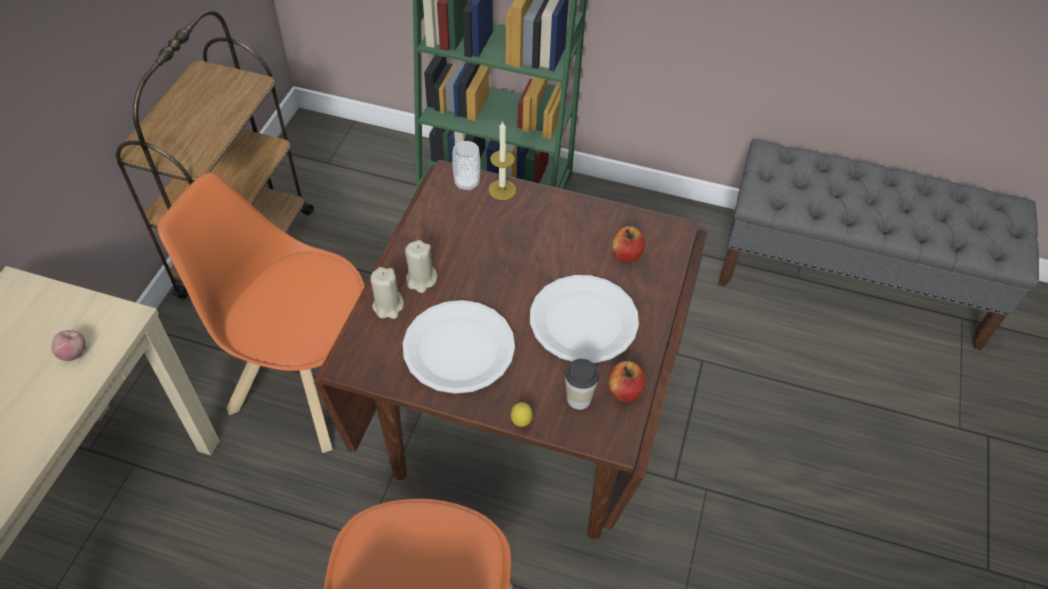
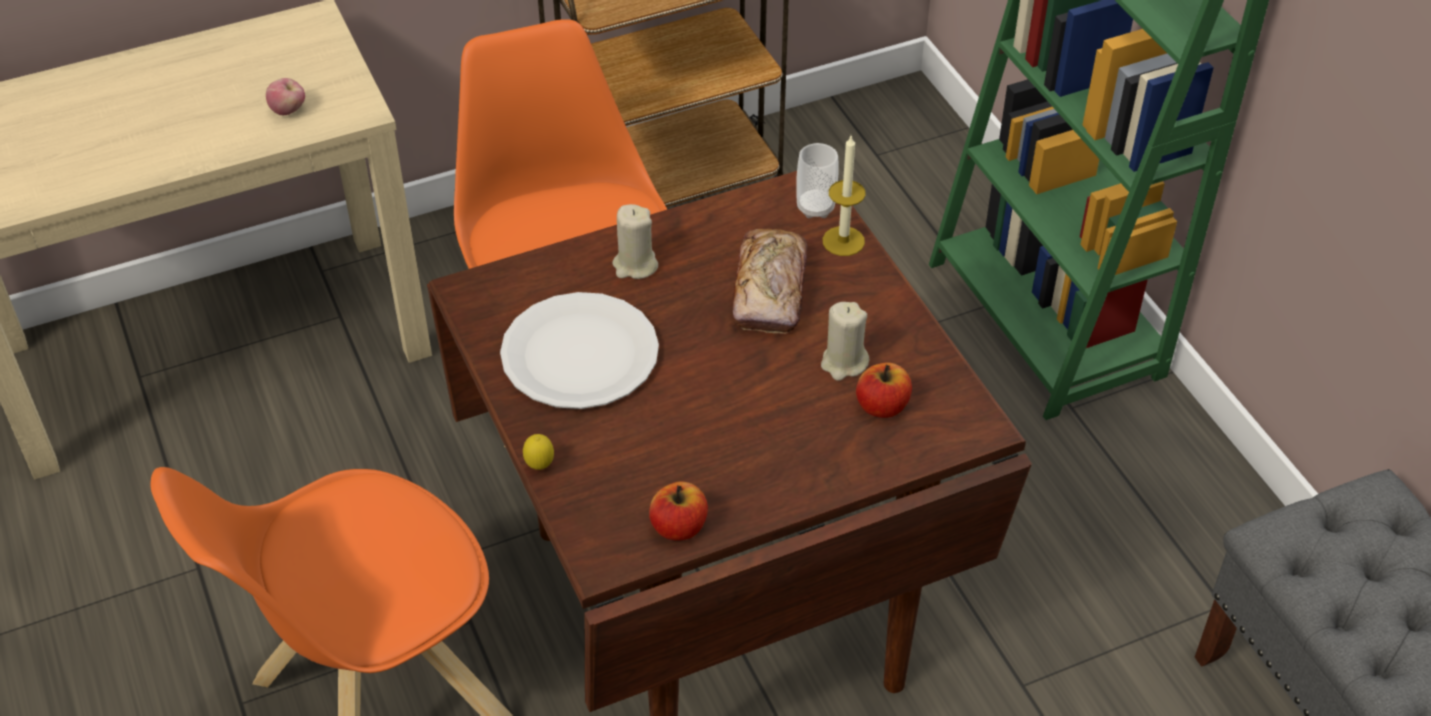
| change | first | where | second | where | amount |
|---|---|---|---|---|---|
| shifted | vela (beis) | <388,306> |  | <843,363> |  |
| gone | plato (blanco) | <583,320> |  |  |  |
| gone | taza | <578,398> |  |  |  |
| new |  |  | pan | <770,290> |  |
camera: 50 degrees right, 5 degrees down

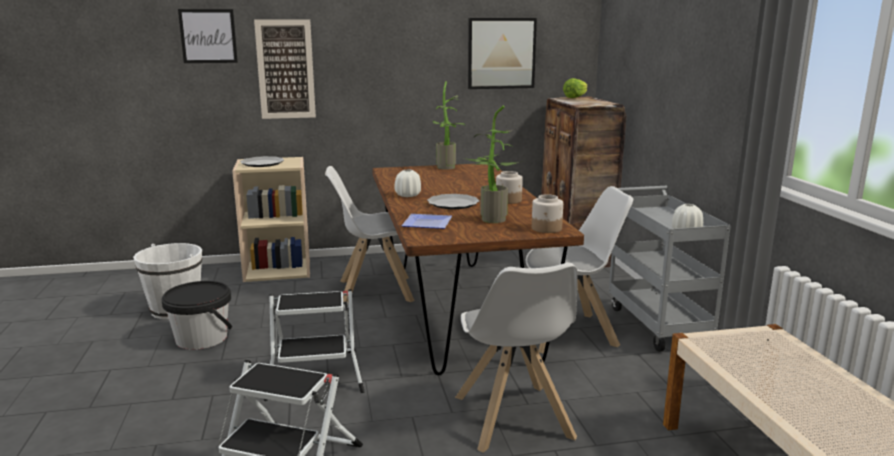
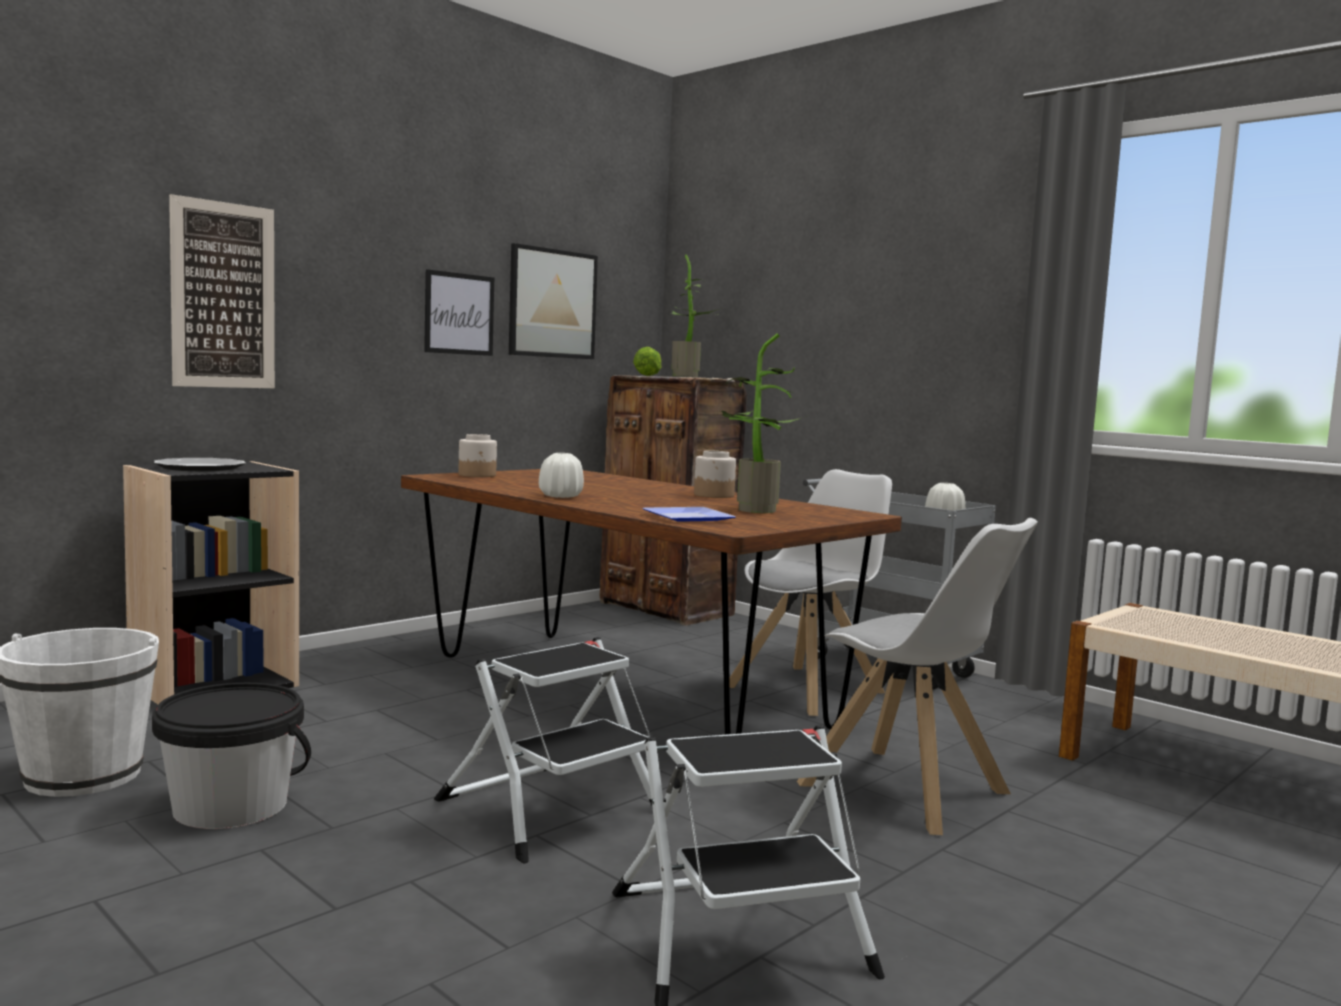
| change | first | where | second | where | amount |
|---|---|---|---|---|---|
| shifted | cuadro | <208,36> |  | <459,314> |  |
| shifted | planta en maceta | <448,167> |  | <689,376> |  |
| repainted | estantería (beis) | <278,270> | estantería (negro) | <215,684> |  |
| gone | silla | <372,291> |  |  |  |
| gone | plato | <453,203> |  |  |  |
| shifted | tarro | <546,228> |  | <477,475> |  |
camera: 35 degrees left, 10 degrees down

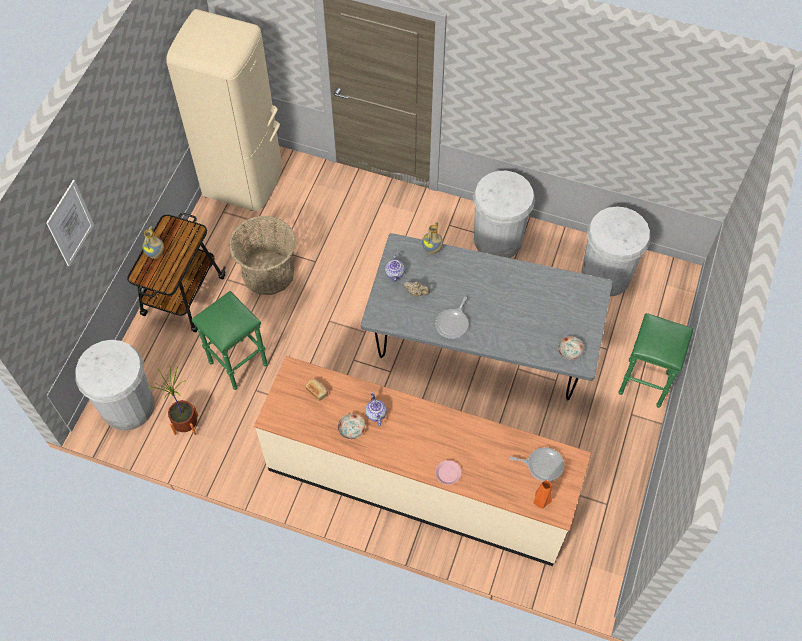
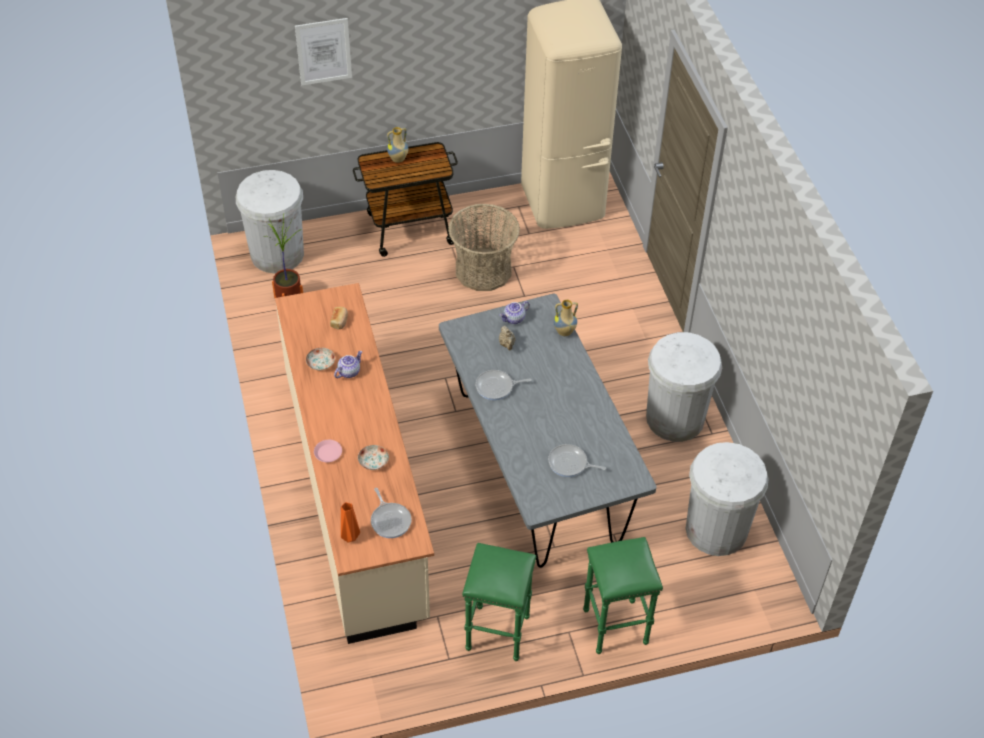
| change | first | where | second | where | amount |
|---|---|---|---|---|---|
| shifted | taburete (verde) | <237,363> |  | <496,631> |  |
| shifted | plato | <570,351> |  | <373,462> |  |
| new |  |  | sartén | <570,463> |  |
camera: 55 degrees right, 10 degrees down

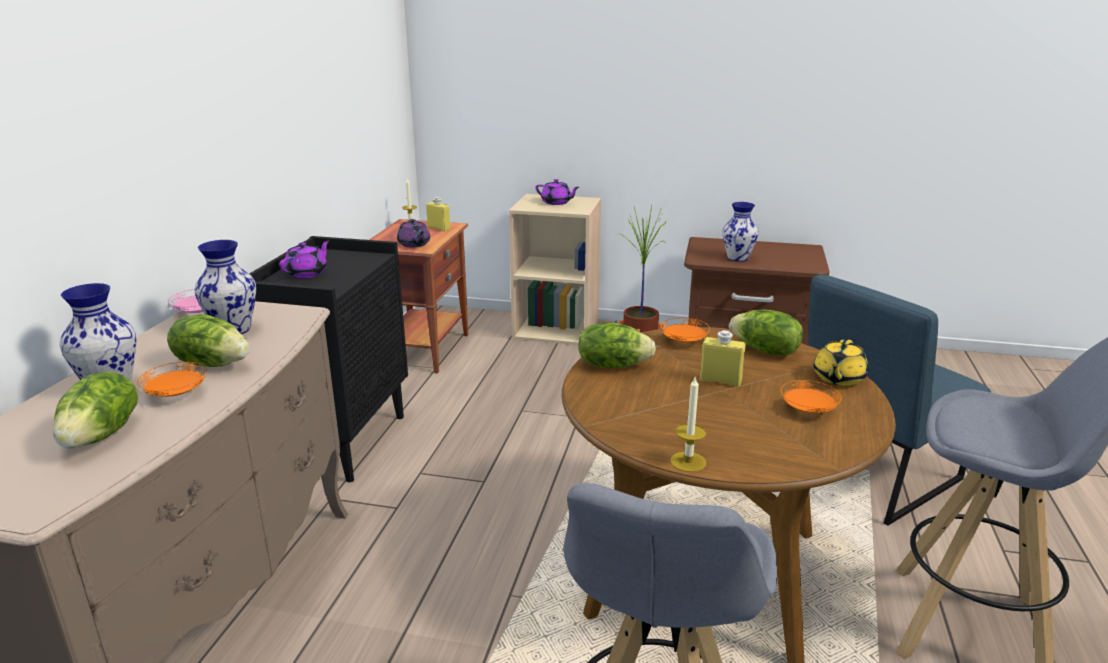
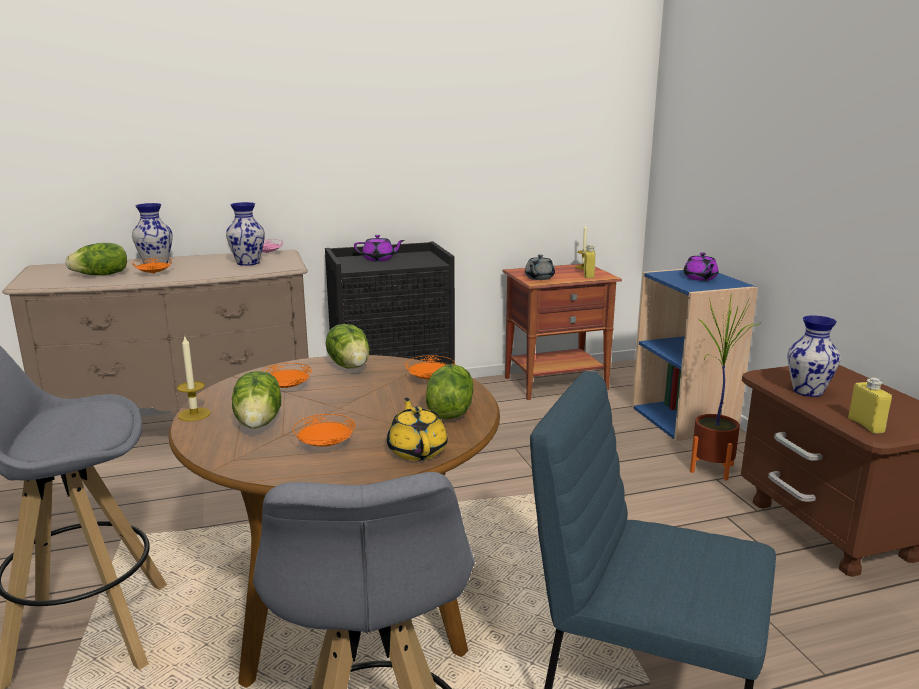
| change | first | where | second | where | amount |
|---|---|---|---|---|---|
| repainted | estantería (beis) | <557,329> | estantería (azul) | <685,419> |  |
| repainted | tetera (morado) | <414,244> | tetera (gris) | <539,278> |  |
| shifted | lechuga | <212,363> |  | <259,422> |  |
| shifted | botella (amarillo) | <720,381> |  | <866,425> |  |
| rotated | tetera (amarillo) | <838,378> |  | <417,450> | 75 degrees clockwise |
| new |  |  | plato (naranja) | <286,388> |  |
camera: 60 degrees right, 5 degrees down

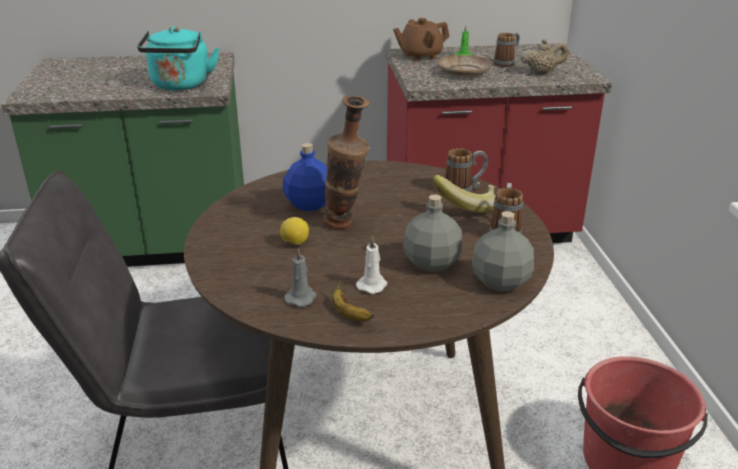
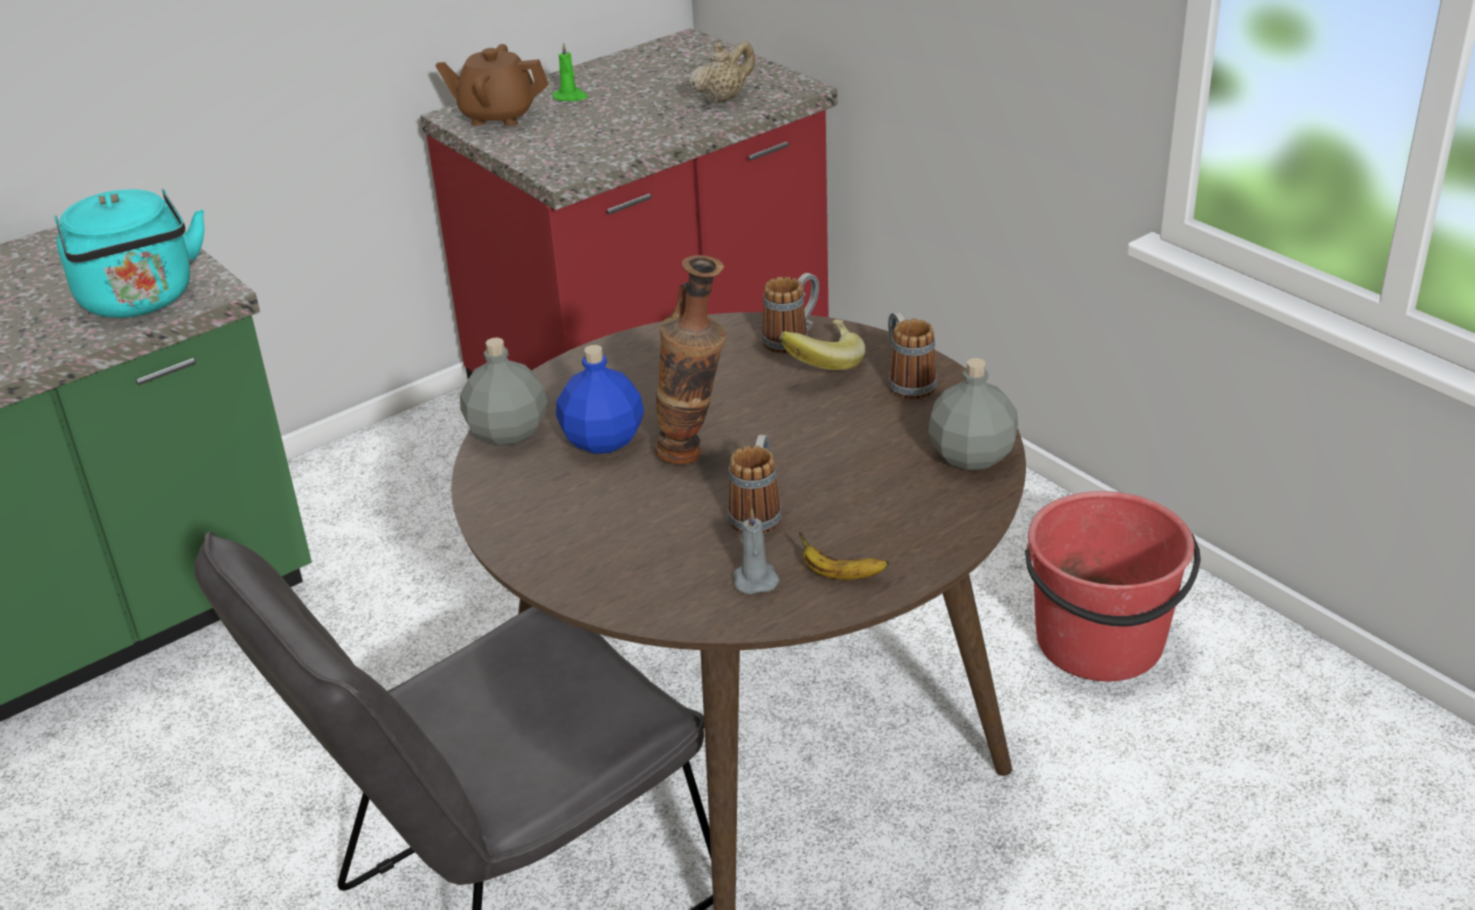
| change | first | where | second | where | amount |
|---|---|---|---|---|---|
| rotated | tetera (marrón) | <420,56> |  | <497,116> | 60 degrees clockwise |
| shifted | taza grande | <506,63> |  | <758,513> |  |
| gone | plato (beis) | <464,73> |  |  |  |
| shifted | botella (gris) | <432,263> |  | <508,432> |  |
| gone | limón | <295,243> |  |  |  |
| gone | vela (blanco) | <372,285> |  |  |  |
camera: 30 degrees left, 5 degrees up

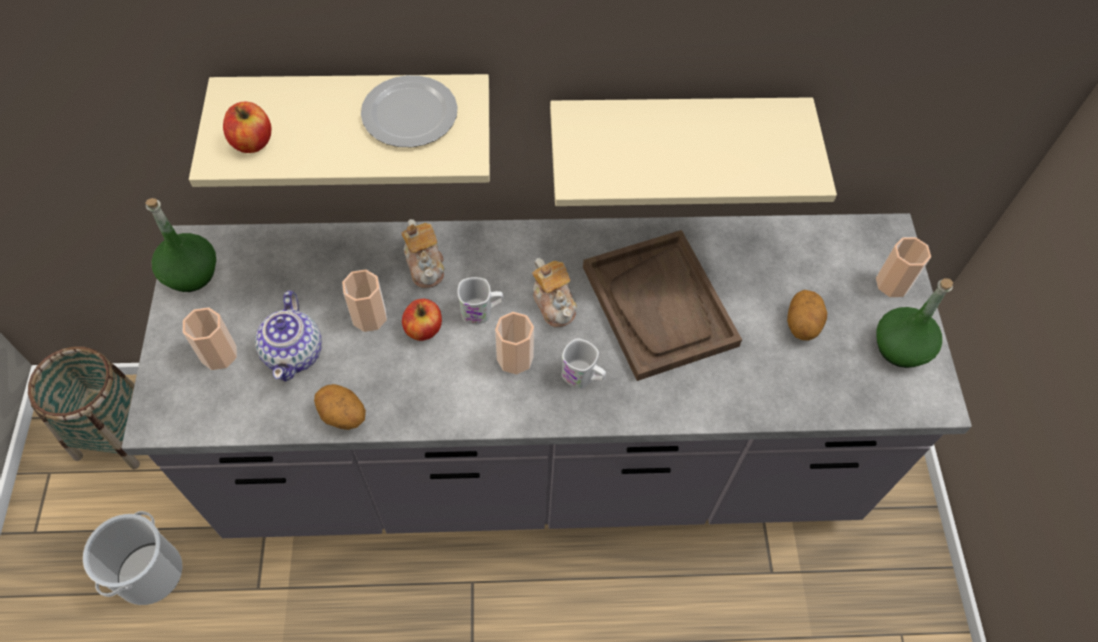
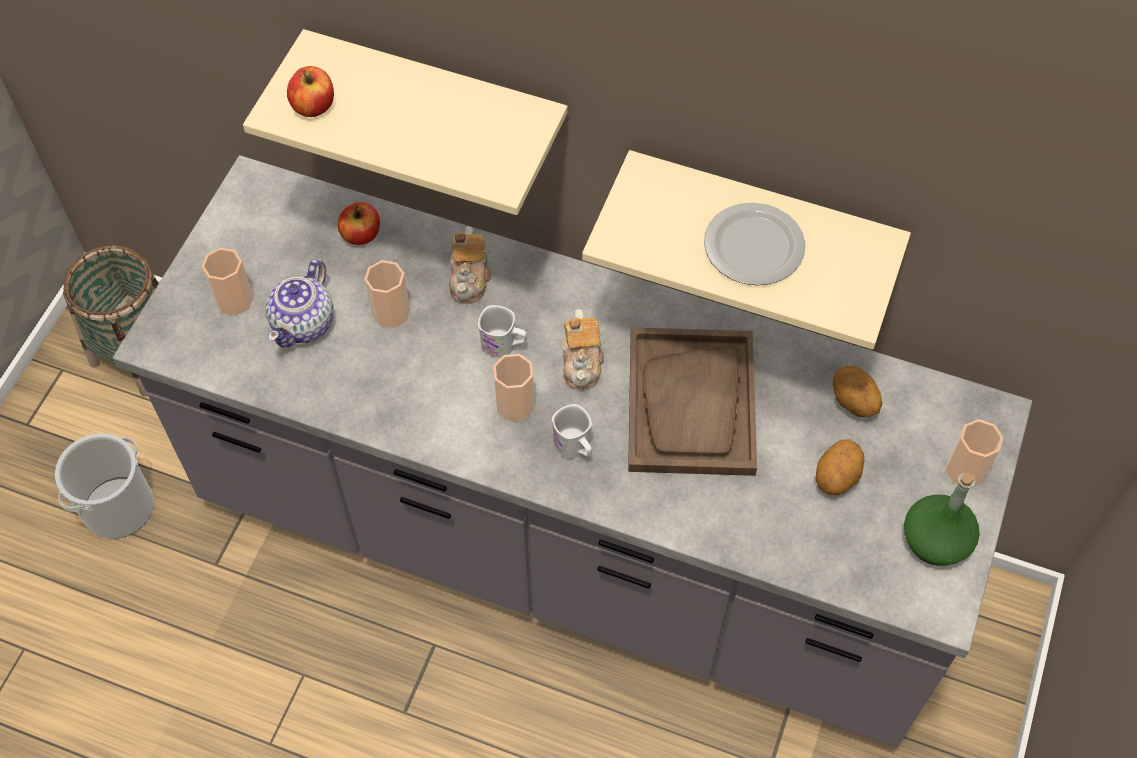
| change | first | where | second | where | amount |
|---|---|---|---|---|---|
| shifted | plato | <411,114> |  | <755,247> |  |
| gone | botella (verde) | <190,273> |  |  |  |
| shifted | manzana | <423,329> |  | <361,234> |  |
| shifted | patata | <342,416> |  | <852,402> |  |
camera: 25 degrees right, 0 degrees up

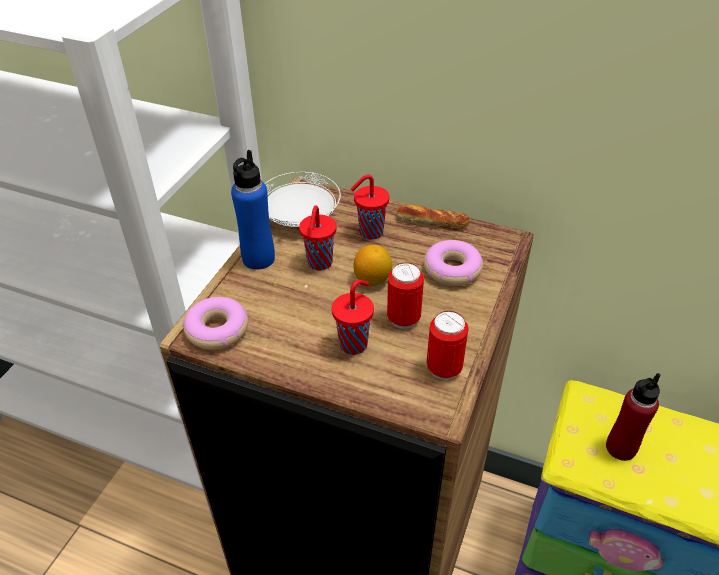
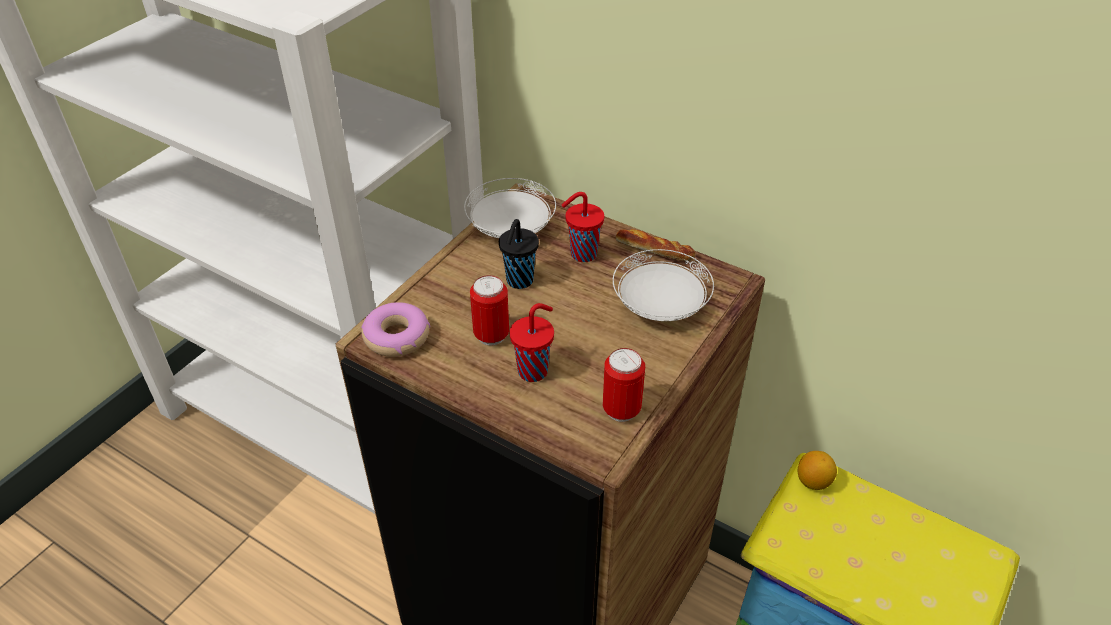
| change | first | where | second | where | amount |
|---|---|---|---|---|---|
| gone | botella (azul) | <258,258> |  |  |  |
| repainted | taza (rojo) | <319,264> | taza (negro) | <519,281> |  |
| swapped | rosquilla | <452,270> | plato (blanco) | <660,306> |  |
| shifted | limón | <372,279> |  | <813,481> |  |
| shifted | lata | <403,319> |  | <491,335> |  |
| gone | botella (rojo) | <620,448> |  |  |  |
camera: 10 degrees right, 0 degrees up

